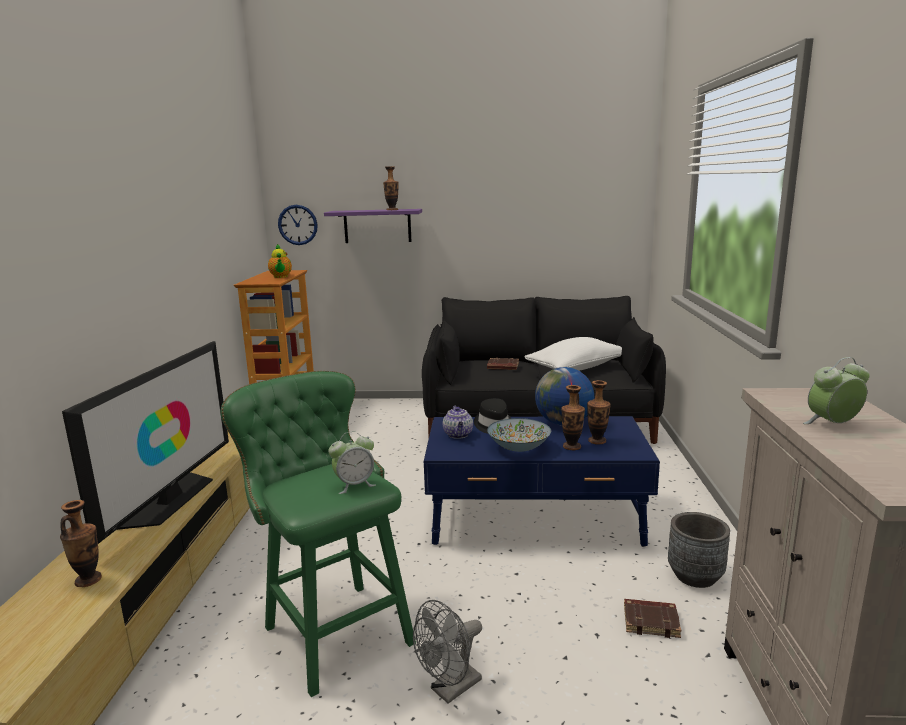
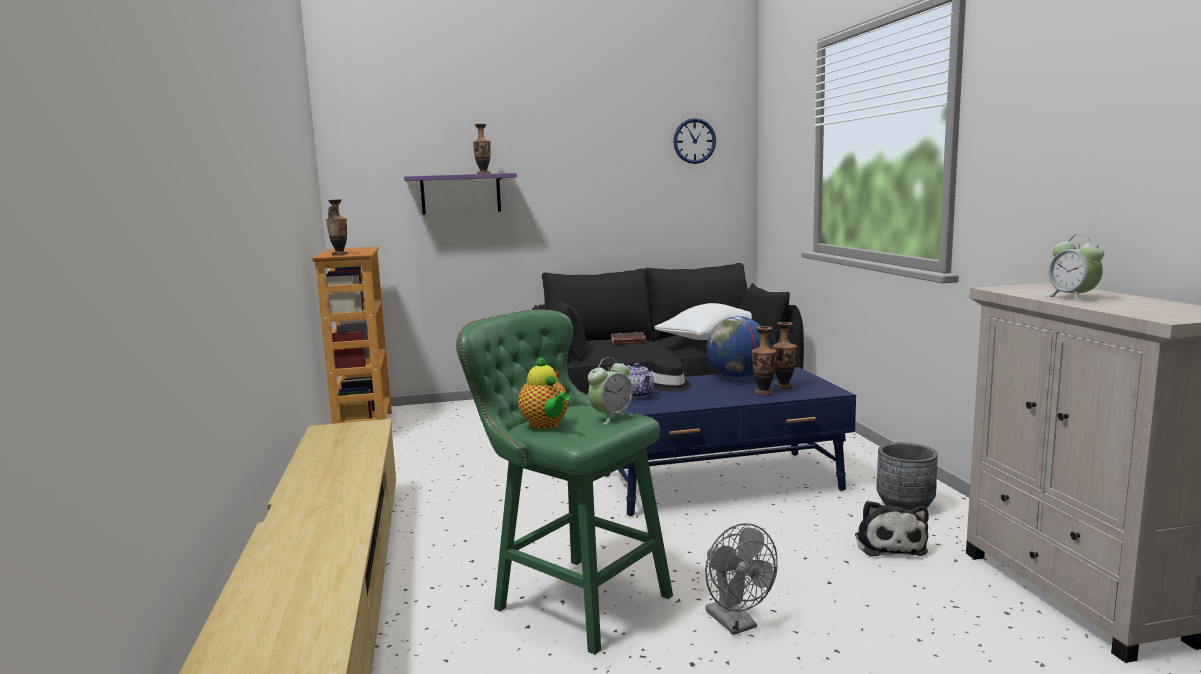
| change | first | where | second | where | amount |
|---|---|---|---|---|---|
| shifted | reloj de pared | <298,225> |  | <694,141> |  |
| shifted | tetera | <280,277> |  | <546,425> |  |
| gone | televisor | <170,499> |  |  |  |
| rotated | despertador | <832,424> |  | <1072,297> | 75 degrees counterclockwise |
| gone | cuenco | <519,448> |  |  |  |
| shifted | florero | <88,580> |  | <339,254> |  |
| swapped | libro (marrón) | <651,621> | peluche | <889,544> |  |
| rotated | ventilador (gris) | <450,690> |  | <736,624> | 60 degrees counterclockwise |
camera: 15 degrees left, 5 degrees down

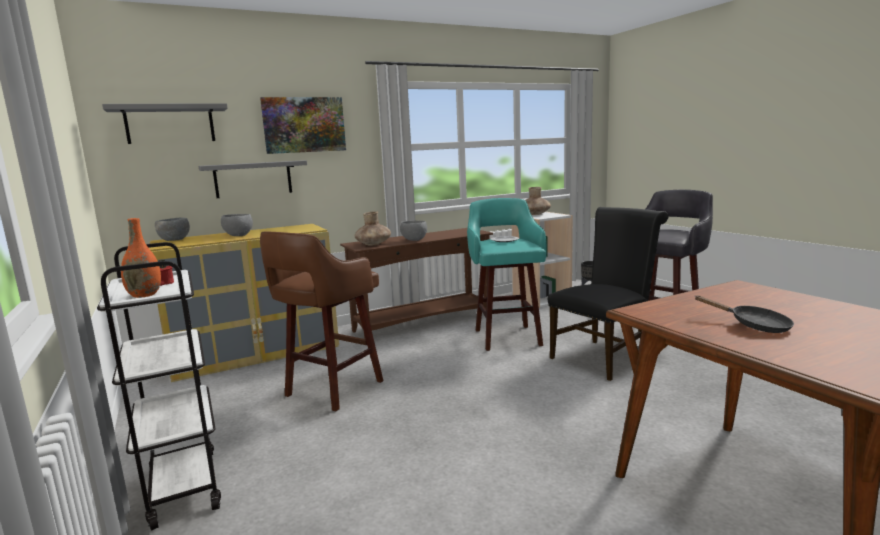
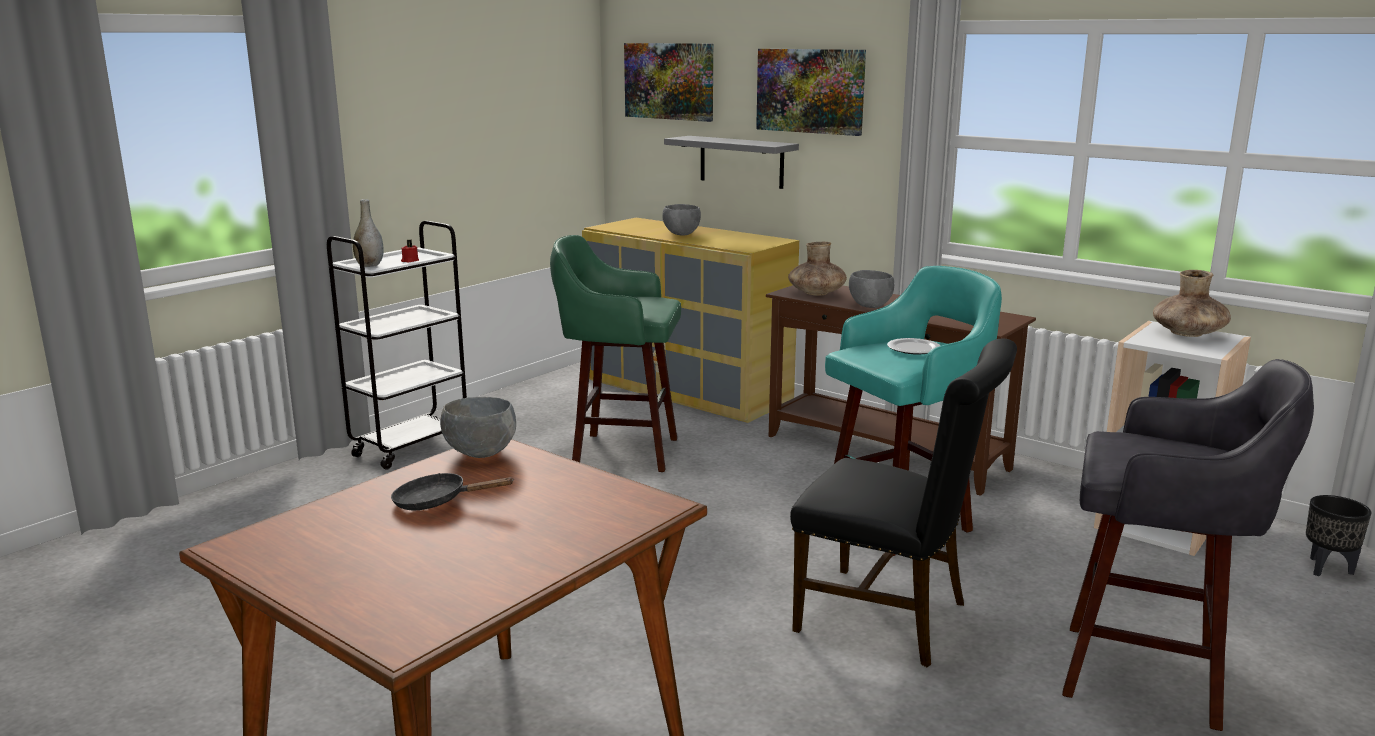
| change | first | where | second | where | amount |
|---|---|---|---|---|---|
| swapped | estante (gris) | <170,124> | cuadro | <669,81> |  |
| shifted | cuenco (gris) | <175,240> |  | <481,454> |  |
| repainted | florero (naranja) | <145,295> | florero (gris) | <370,265> |  |
| repainted | taburete (marrón) | <331,390> | taburete (verde) | <620,452> |  |
| rotated | sartén (negro) | <753,325> |  | <437,502> | 75 degrees clockwise |
camera: 65 degrees right, 5 degrees up

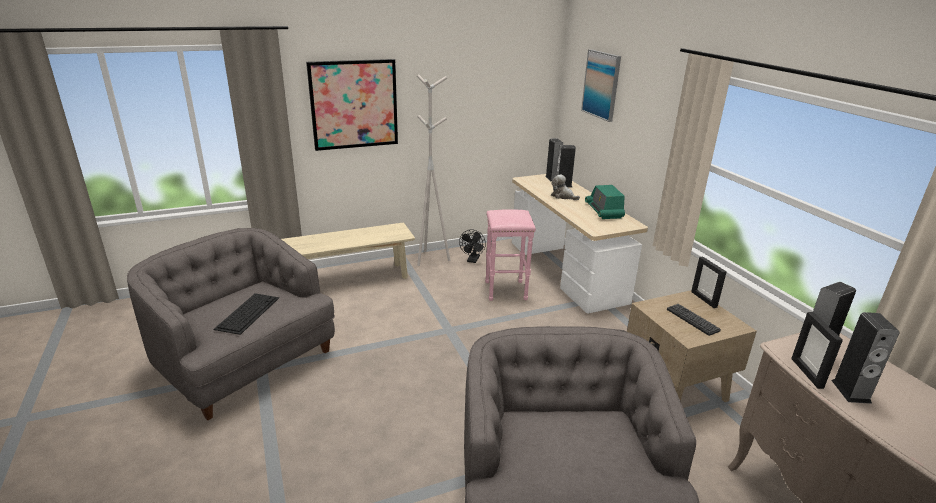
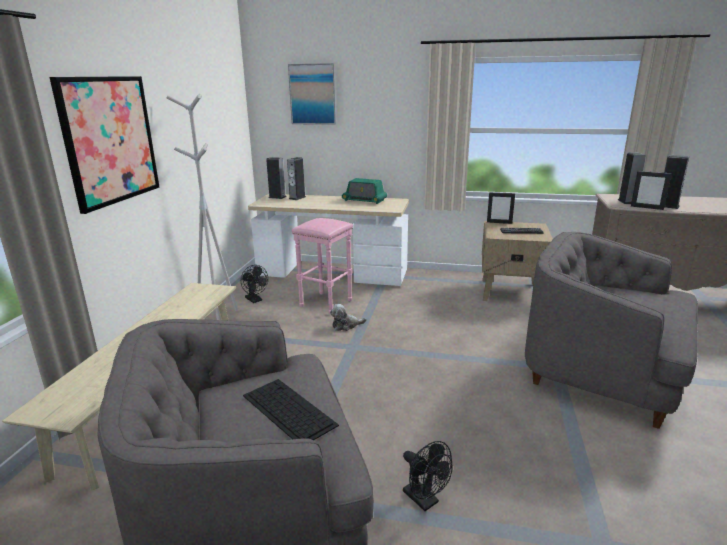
| change | first | where | second | where | amount |
|---|---|---|---|---|---|
| shifted | peluche | <563,196> |  | <346,325> |  |
| new |  |  | ventilador (negro) | <425,500> |  |
camera: 55 degrees left, 5 degrees down

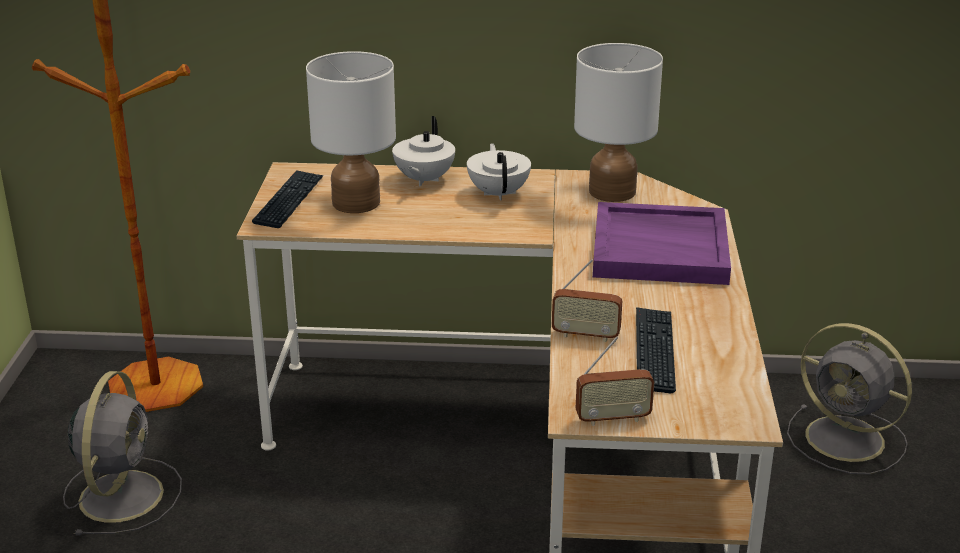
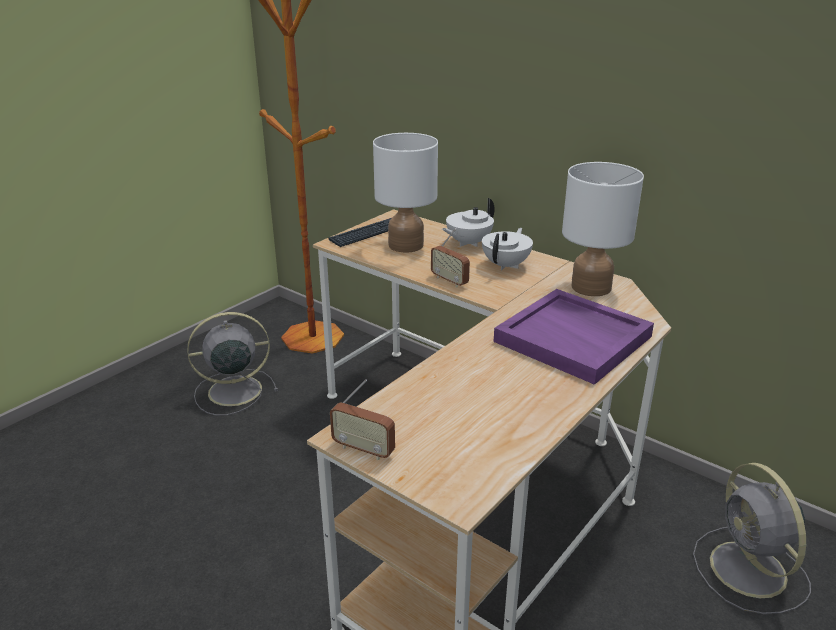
| change | first | where | second | where | amount |
|---|---|---|---|---|---|
| shifted | radio | <585,335> |  | <449,281> |  |
| gone | teclado | <654,351> |  |  |  |
| rotated | ventilador (gris) | <122,494> |  | <232,391> | 150 degrees counterclockwise |
camera: 35 degrees right, 0 degrees up

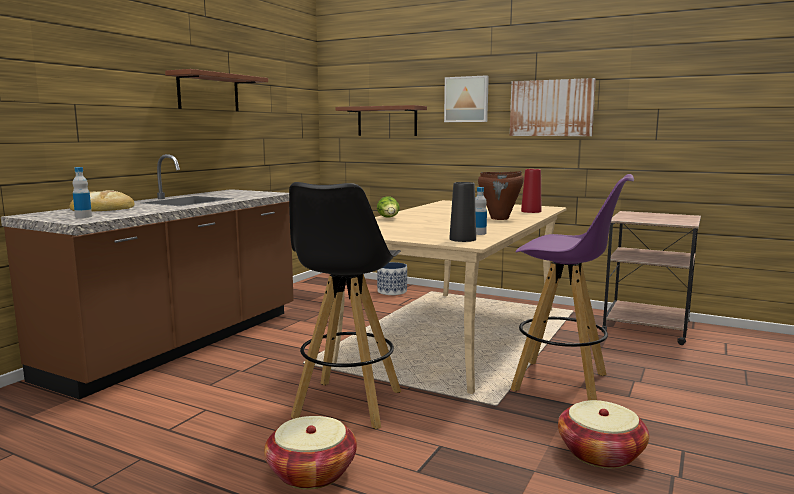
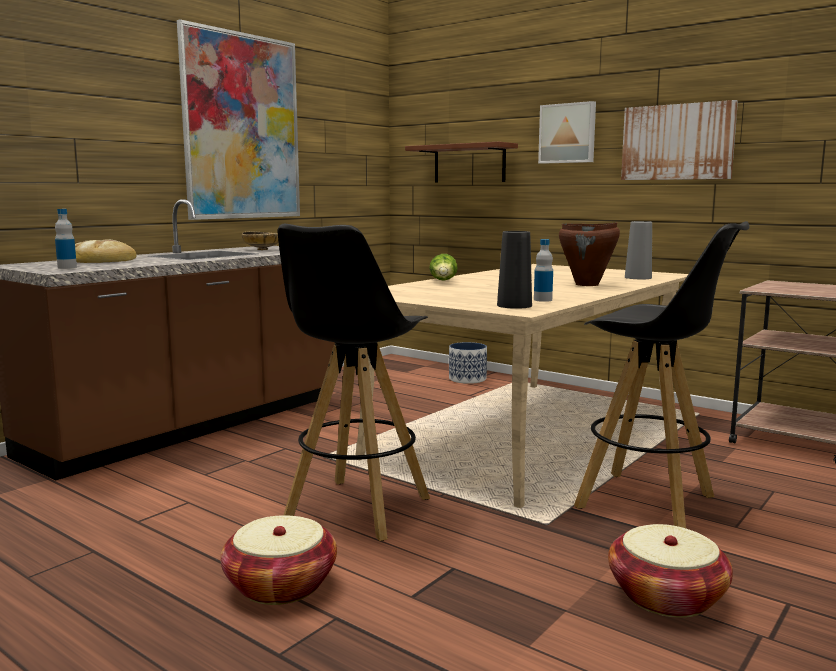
| change | first | where | second | where | amount |
|---|---|---|---|---|---|
| swapped | estante (marrón) | <208,92> | cuadro | <242,127> |  |
| repainted | florero (rojo) | <531,211> | florero (gris) | <638,277> |  |
| repainted | taburete (morado) | <562,383> | taburete (negro) | <647,503> |  |
| new |  |  | cuenco (beis) | <263,249> |  |
camera: 10 degrees right, 0 degrees up

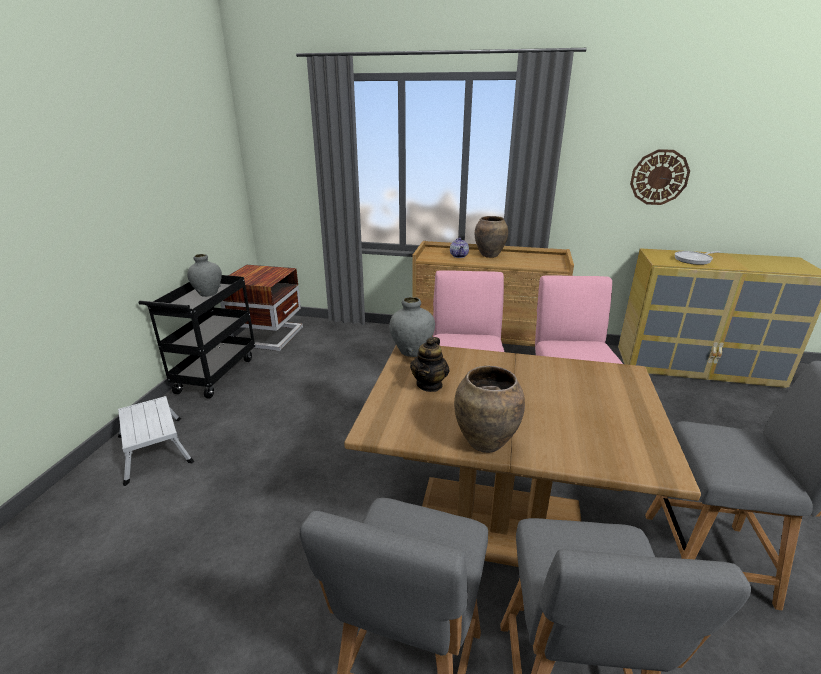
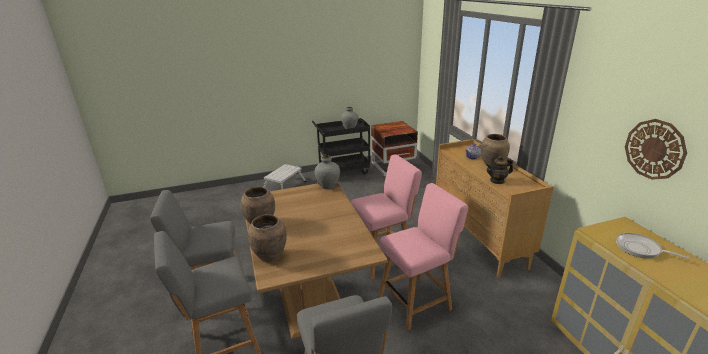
| change | first | where | second | where | amount |
|---|---|---|---|---|---|
| shifted | tetera | <429,384> |  | <497,181> |  |
| new |  |  | florero (marrón) | <270,256> |  |
camera: 60 degrees right, 0 degrees up

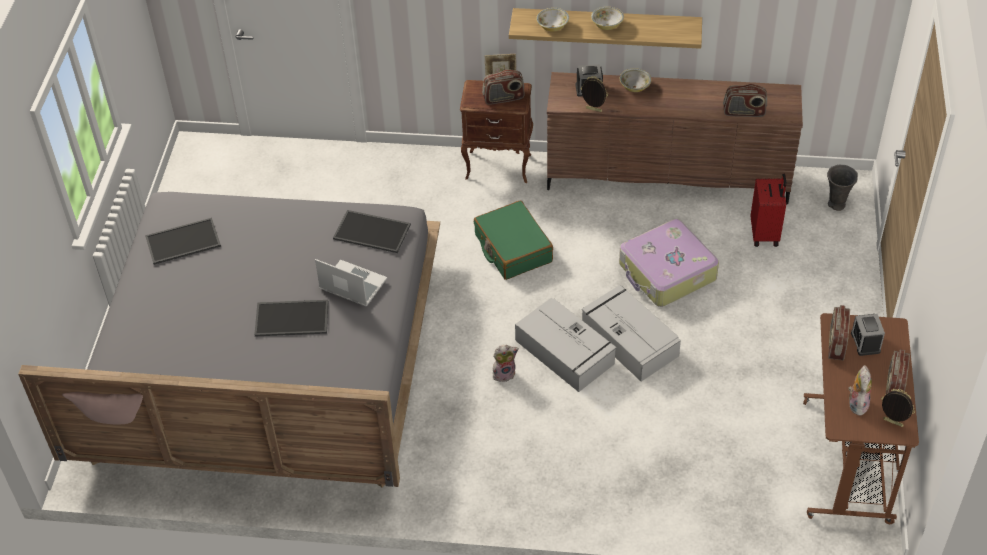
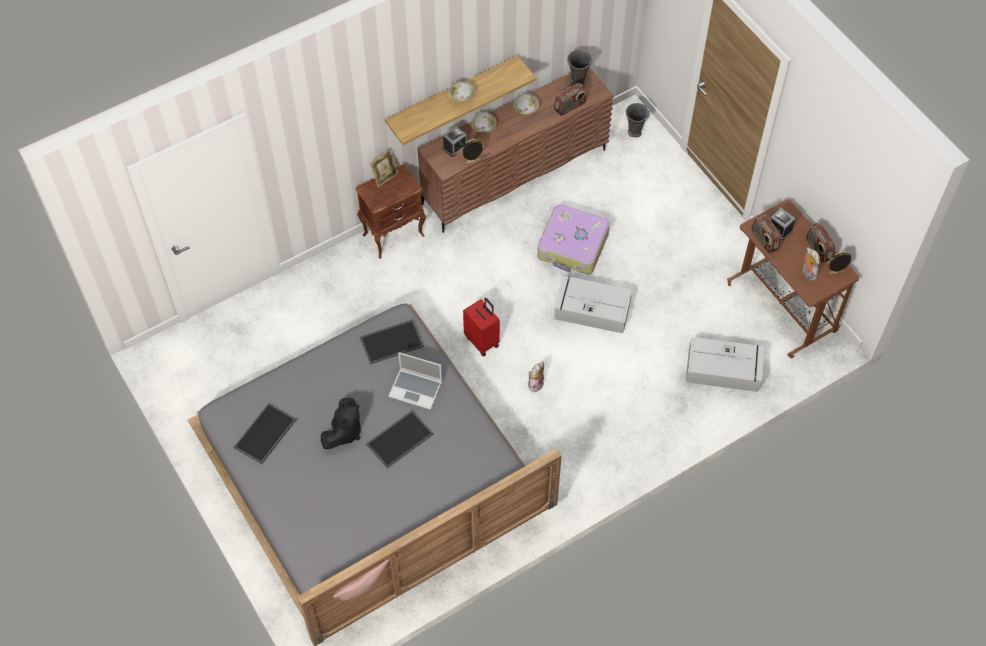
| change | first | where | second | where | amount |
|---|---|---|---|---|---|
| shifted | cuenco | <552,26> |  | <525,109> |  |
| gone | radio | <503,98> |  |  |  |
| shifted | maleta (rojo) | <765,234> |  | <482,341> |  |
| gone | maleta (verde) | <512,248> |  |  |  |
| rotated | portátil | <352,285> |  | <416,389> | 150 degrees counterclockwise |
| shifted | caja de almacenaje (gris) | <565,353> |  | <724,370> |  |
| new |  |  | florero (gris) | <578,82> |  |
| new |  |  | peluche (negro) | <344,432> |  |
camera: 40 degrees left, 10 degrees up

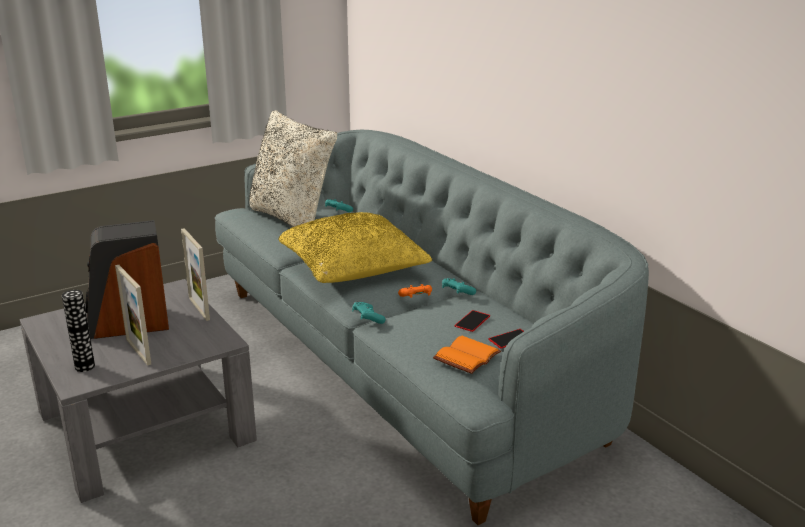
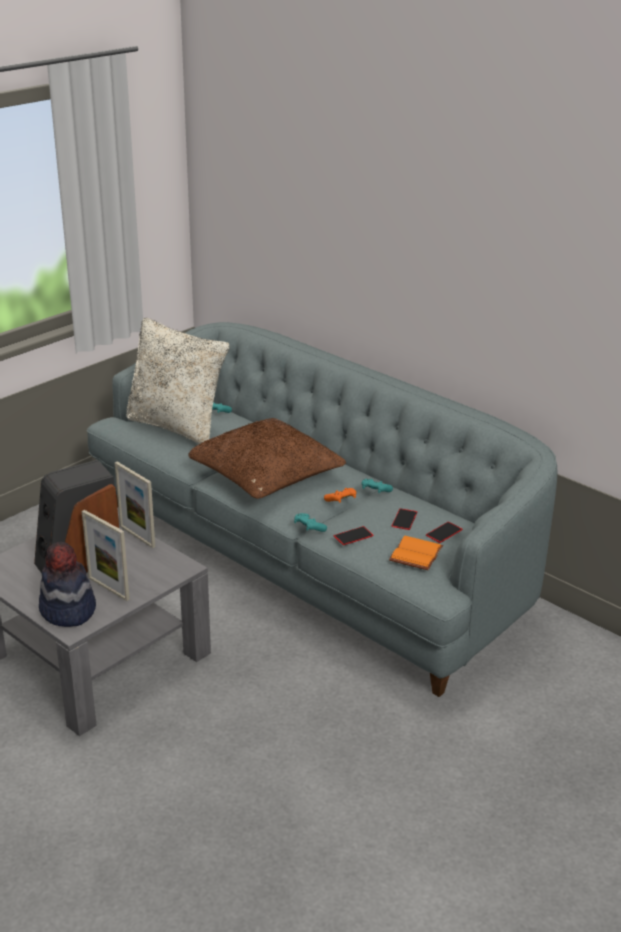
| change | first | where | second | where | amount |
|---|---|---|---|---|---|
| repainted | cojín (amarillo) | <353,265> | cojín (marrón) | <266,473> |  |
| swapped | florero | <85,366> | sombrero | <67,610> |  |
| new |  |  | móvil | <353,536> |  |
camera: 15 degrees left, 5 degrees up

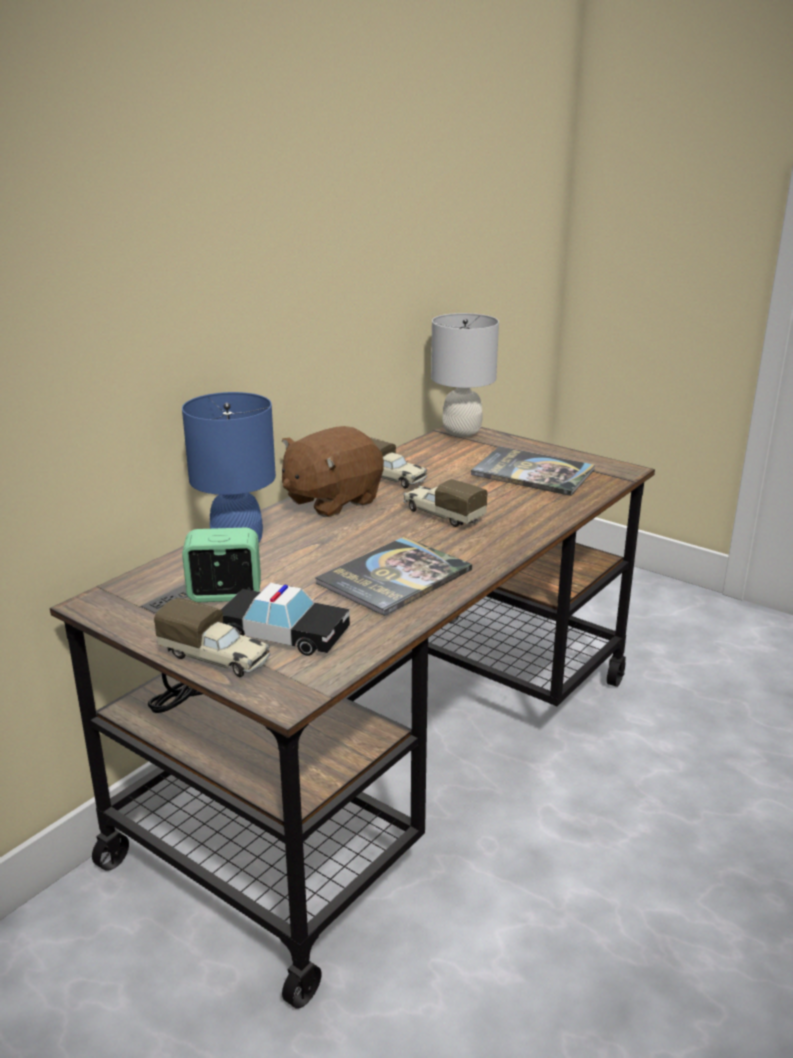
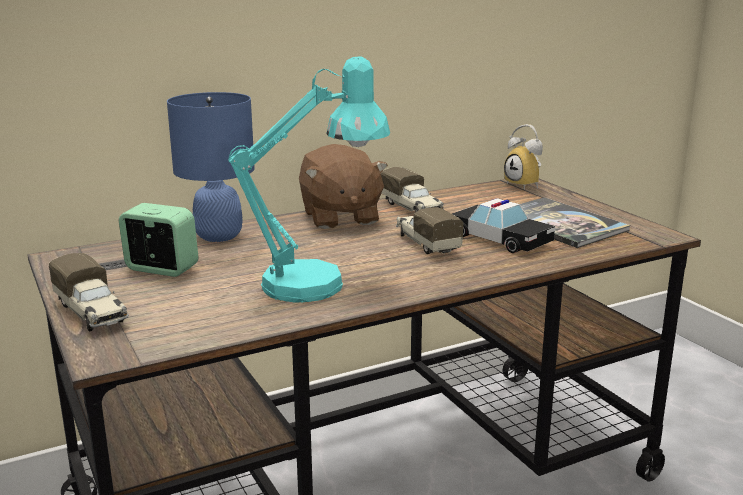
| change | first | where | second | where | amount |
|---|---|---|---|---|---|
| swapped | lámpara de mesa (gris) | <463,433> | despertador | <526,185> |  |
| rotated | peluche (marrón) | <331,500> |  | <339,217> | 90 degrees counterclockwise |
| swapped | libro | <394,577> | lámpara de mesa (turquesa) | <320,283> |  |
| shifted | coche de juguete | <284,634> |  | <500,239> |  |
camera: 25 degrees right, 5 degrees down

